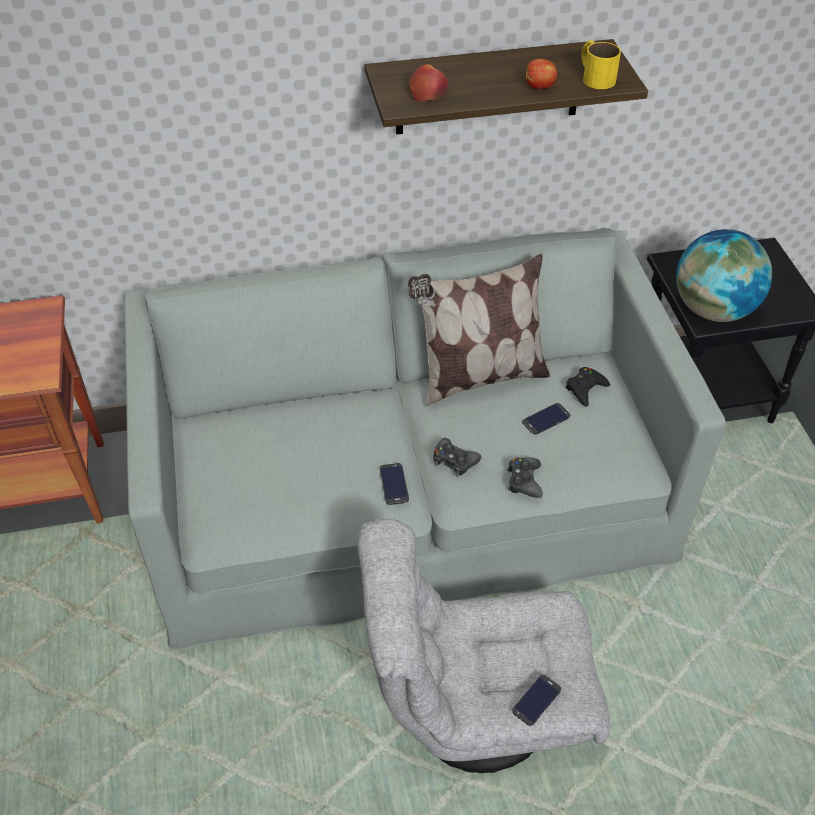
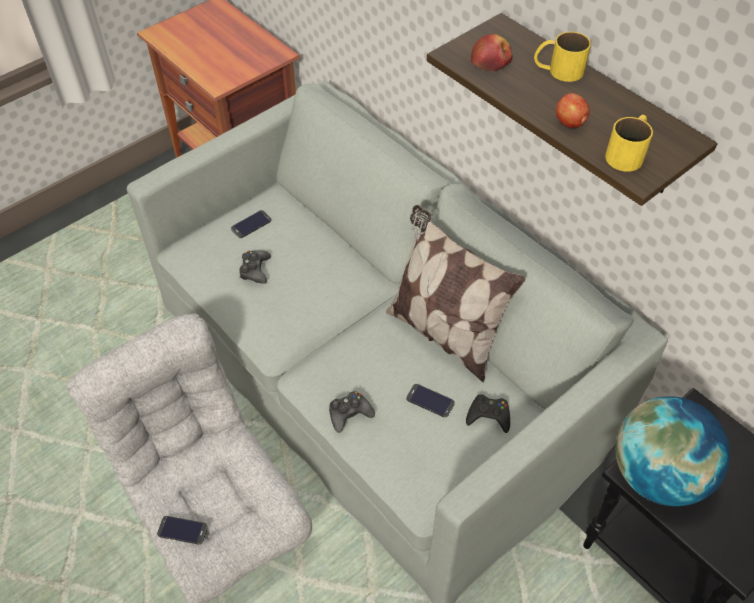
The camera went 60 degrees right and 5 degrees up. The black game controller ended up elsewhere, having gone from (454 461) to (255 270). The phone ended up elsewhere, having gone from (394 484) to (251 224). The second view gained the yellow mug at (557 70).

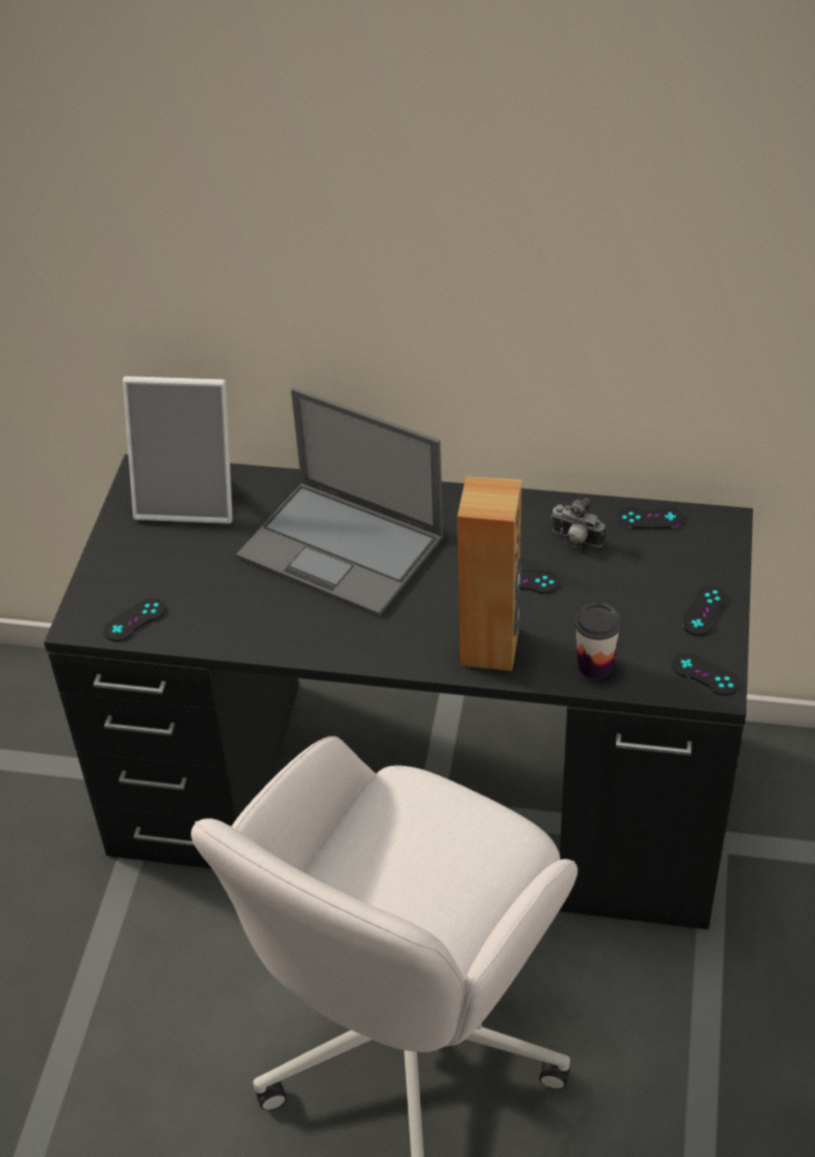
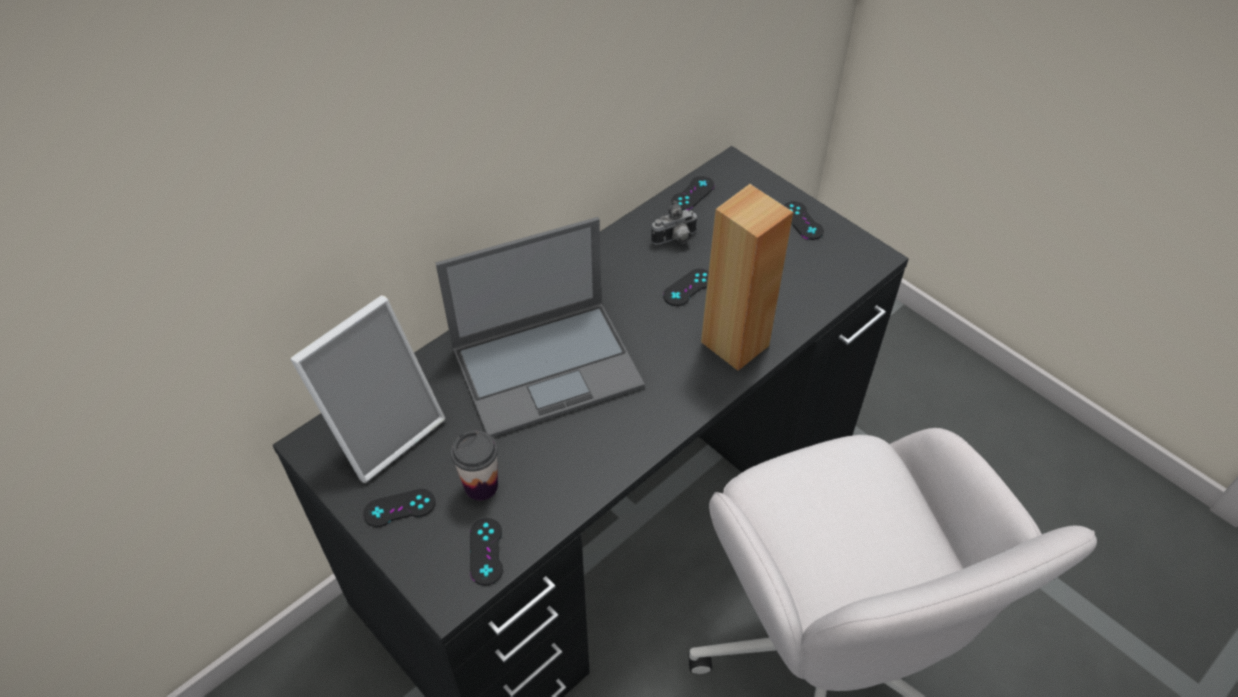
The camera went 55 degrees left and 5 degrees up. The cup ended up elsewhere, having gone from (595 666) to (481 486). The black game controller ended up elsewhere, having gone from (705 674) to (399 508).

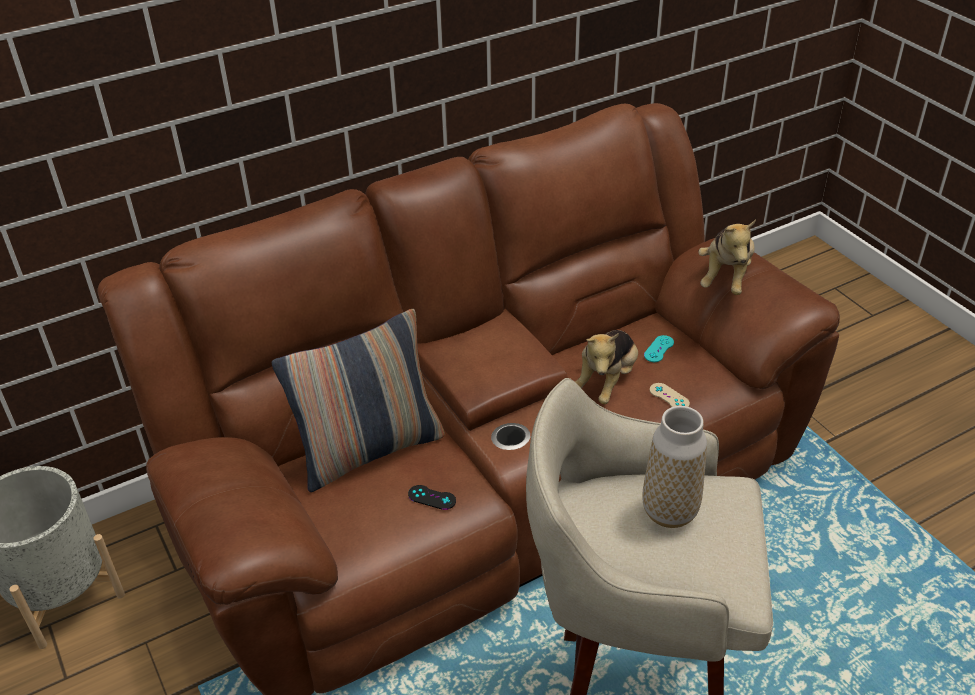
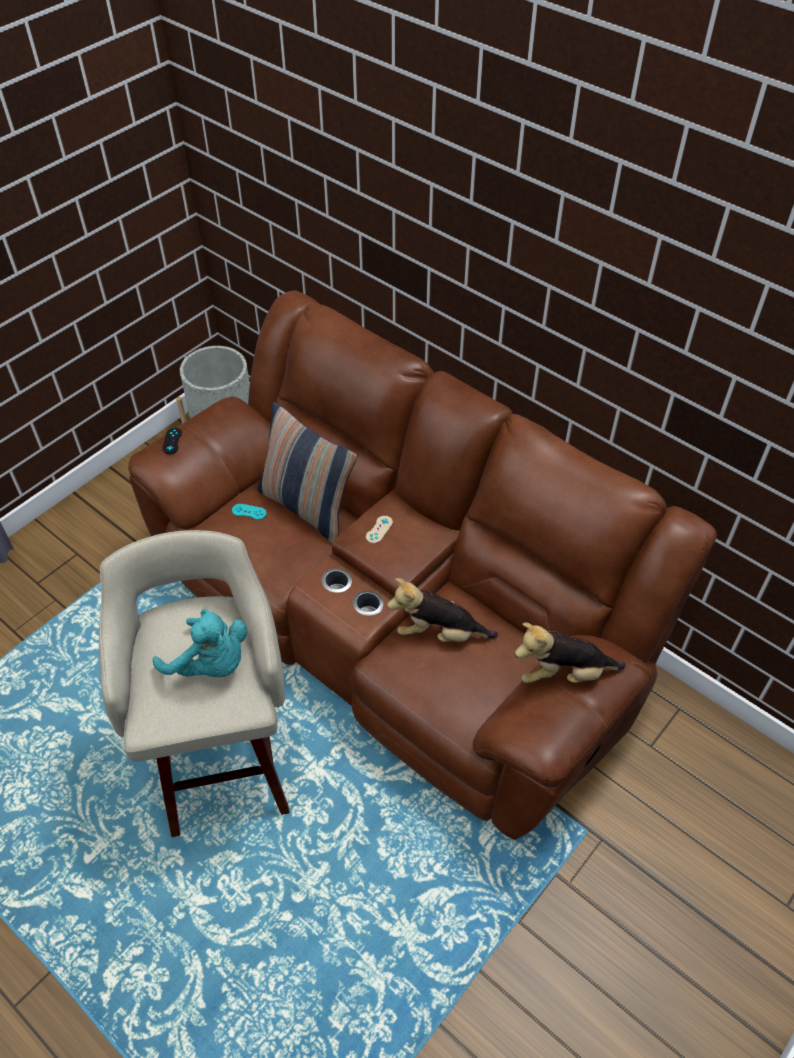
The camera went 70 degrees right and 10 degrees up. The turquoise game controller ended up elsewhere, having gone from (659 349) to (249 512). The beige game controller ended up elsewhere, having gone from (669 397) to (379 529). Where the vase stood at (669 512), the turquoise plush toy came to stand at (210 664). The black game controller ended up elsewhere, having gone from (432 497) to (172 441).

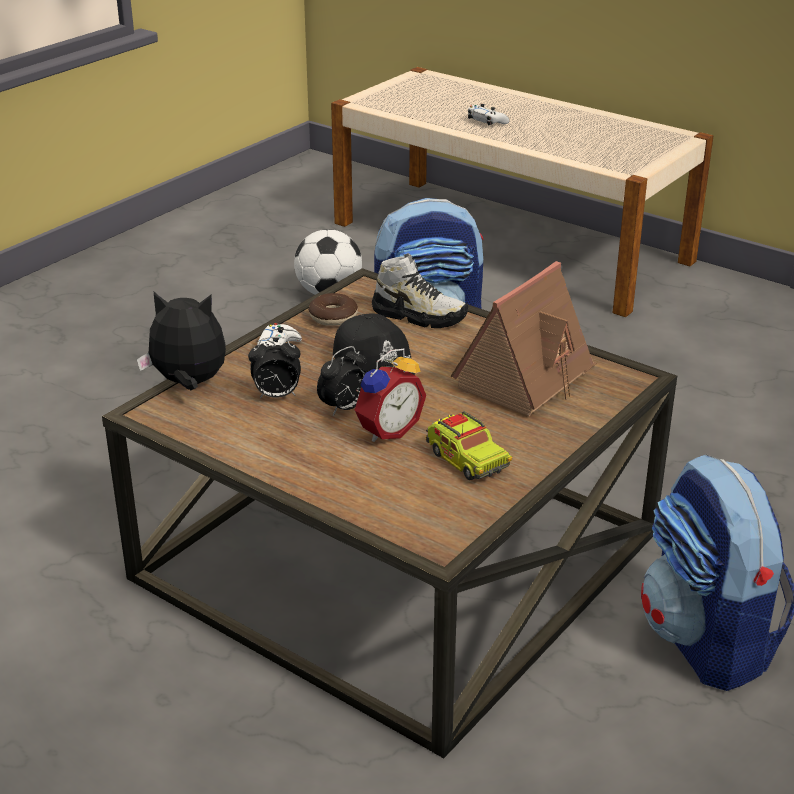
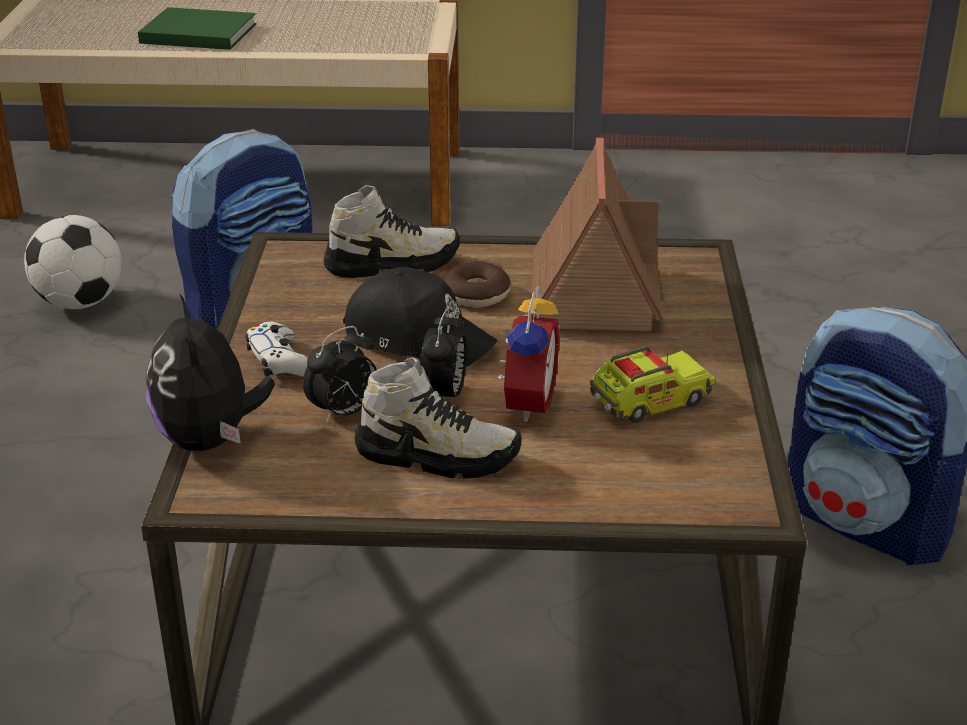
The camera went 35 degrees left and 0 degrees up. Where the white game controller stood at (486 121), the green book came to stand at (195 33). The plush toy at (188 384) ended up facing another way, 75 degrees counterclockwise from before. The donut ended up elsewhere, having gone from (333 317) to (476 295). The toy truck at (466 460) ended up facing another way, 45 degrees counterclockwise from before. The second view gained the shoe at (437 456).

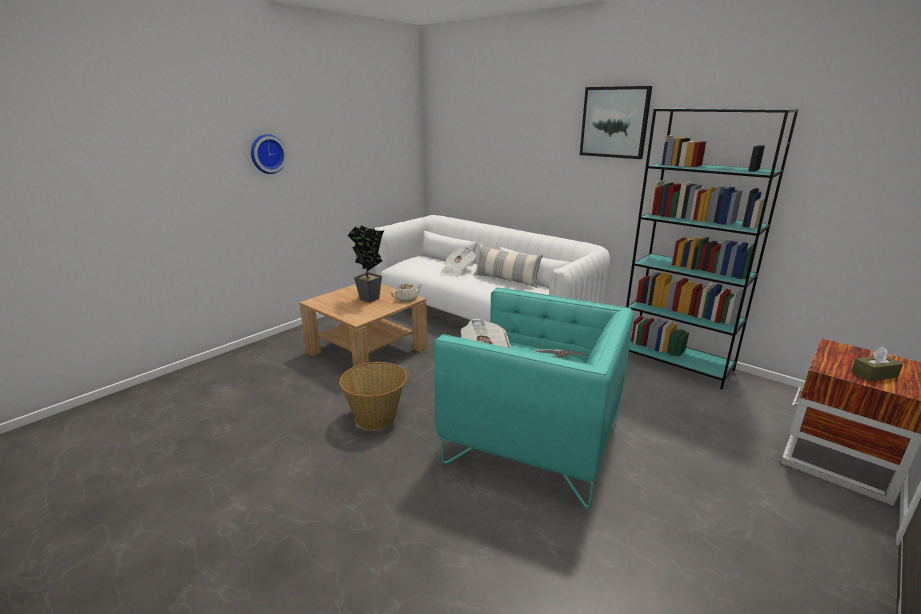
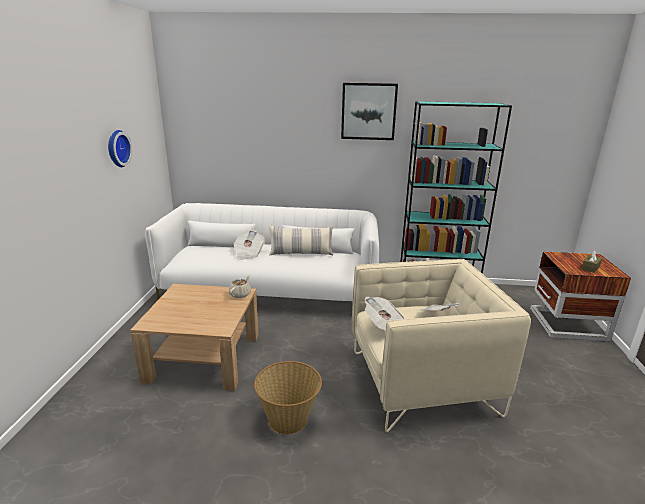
The camera went 35 degrees left and 0 degrees up. The wall clock ended up elsewhere, having gone from (267 154) to (117 148). The second view lost the potted plant at (370 300). What was the turquoise armchair at (532 440) turned into the beige armchair at (421 383).

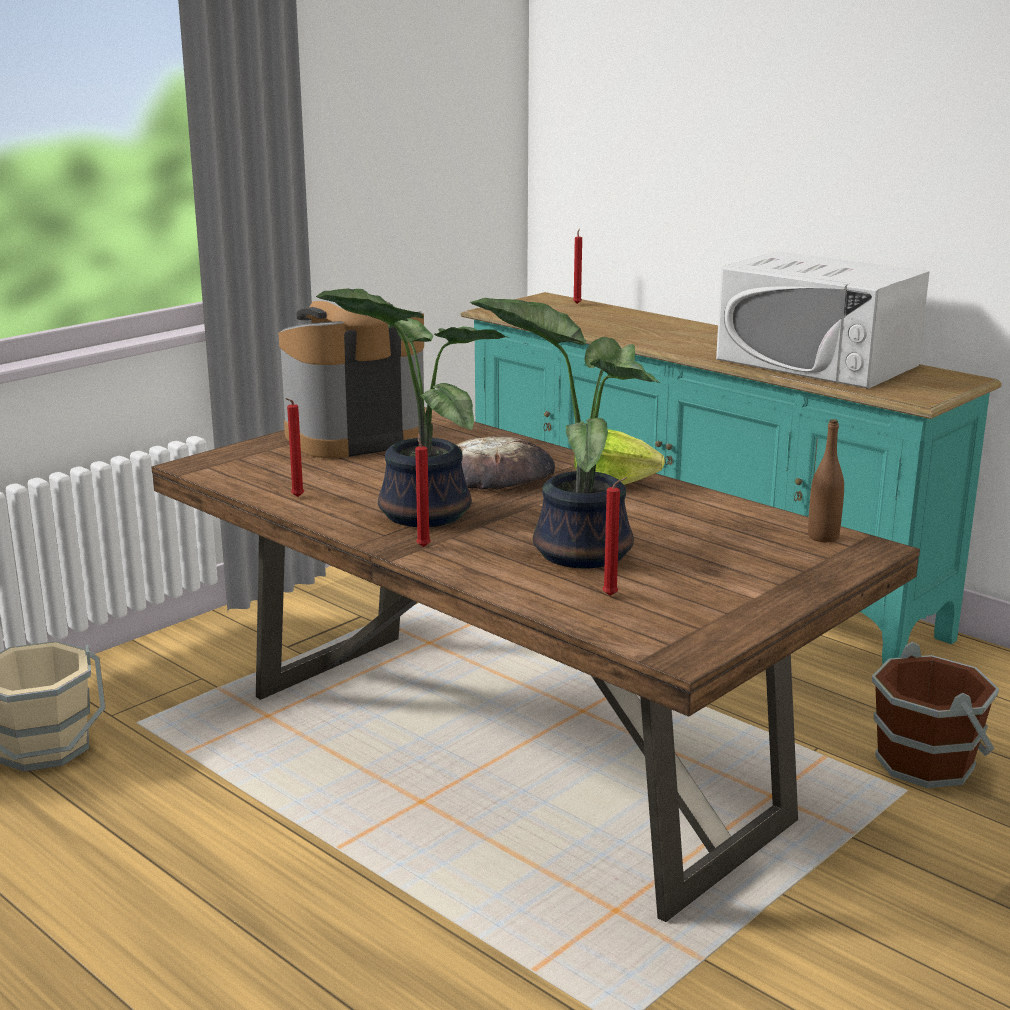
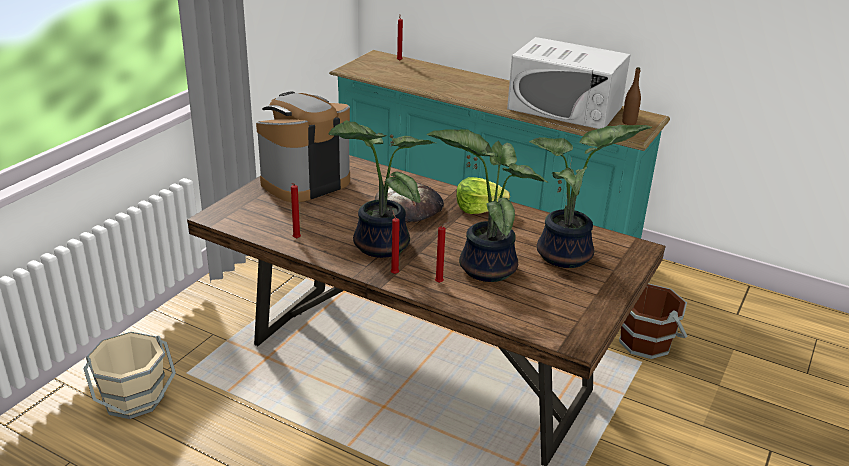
The camera went 15 degrees left and 10 degrees up. The brown bottle ended up elsewhere, having gone from (823 537) to (629 122). The red candle ended up elsewhere, having gone from (612 596) to (440 282). The second view gained the potted plant at (567 257).

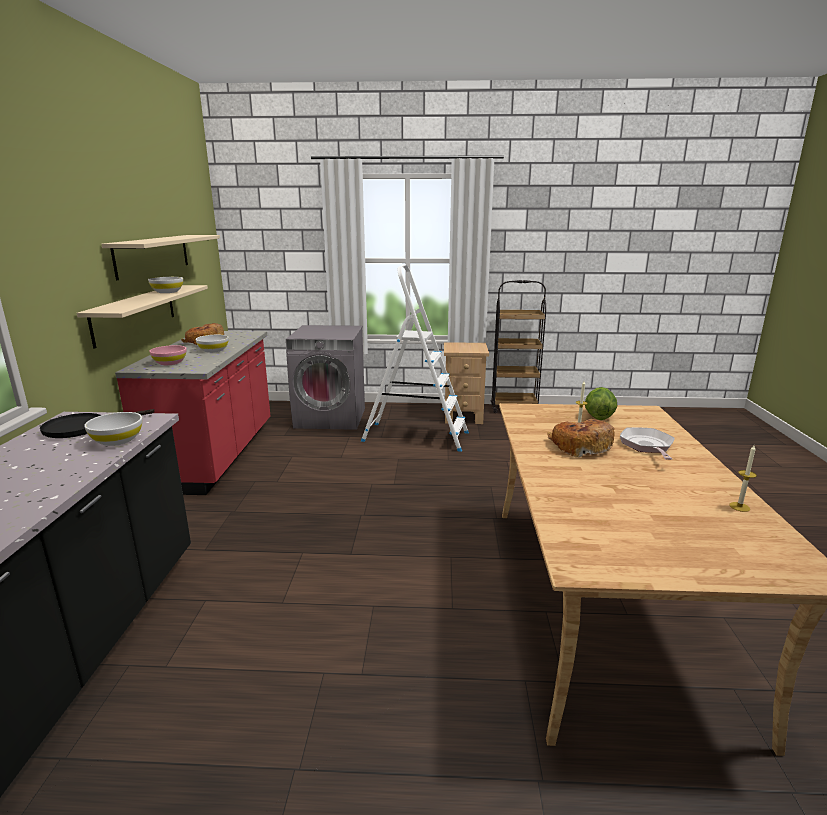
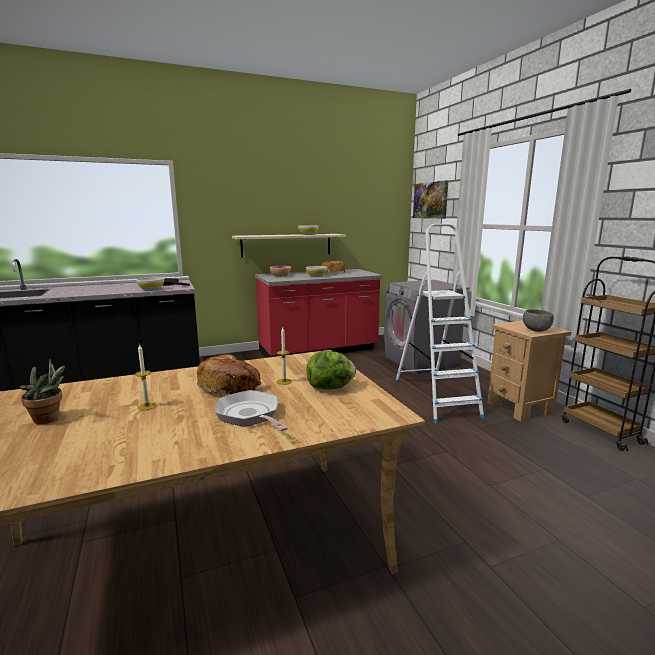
The camera went 65 degrees right and 5 degrees down. The second view lost the beige shelf at (153 255). The frying pan at (647 446) ended up facing another way, 105 degrees counterclockwise from before. The candle ended up elsewhere, having gone from (739 507) to (147 406). The second view gained the picture at (430 200). The second view gained the grey bowl at (536 330). The second view gained the potted plant at (50 419).

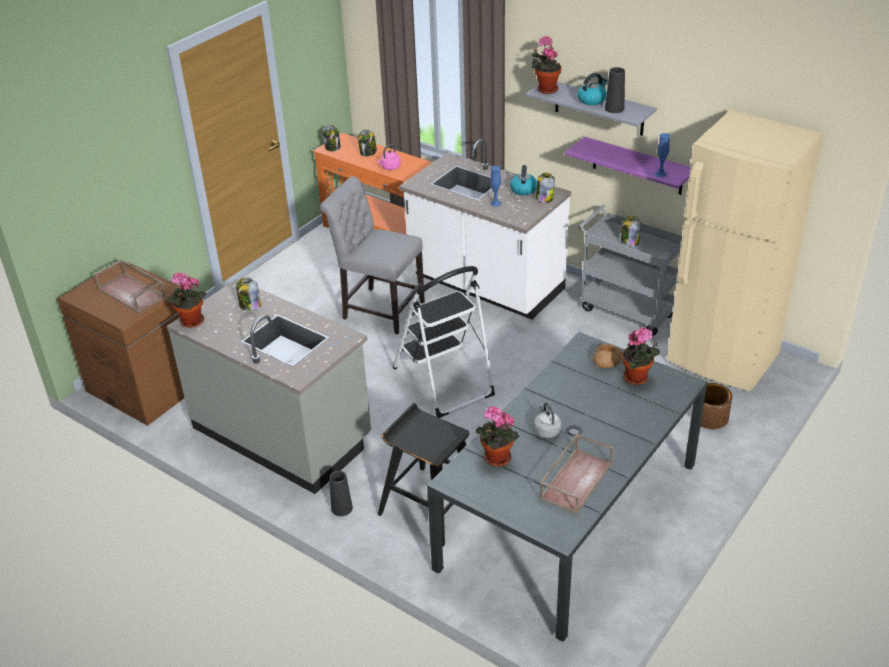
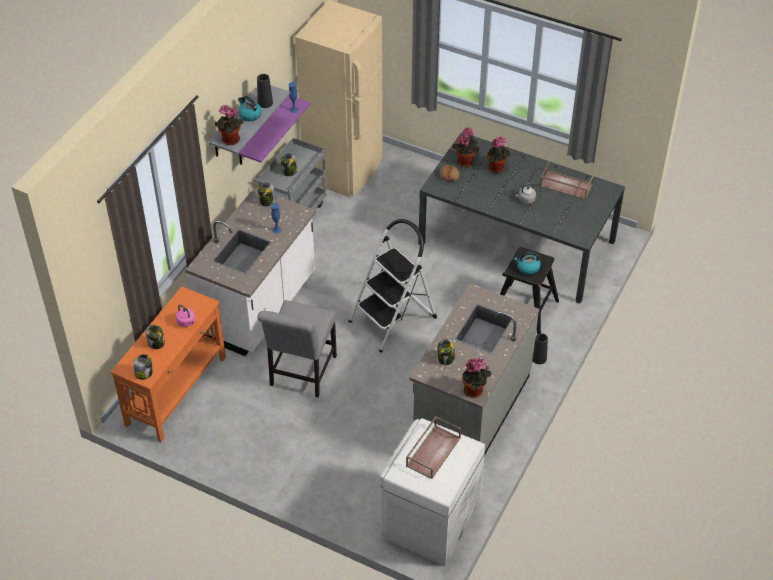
The camera went 100 degrees left and 10 degrees up. The kettle ended up elsewhere, having gone from (523 189) to (527 268). What was the brown washing machine at (147 384) turned into the white washing machine at (428 520). The second view lost the brown planter at (710 418). The potted plant ended up elsewhere, having gone from (495 459) to (497 168).

